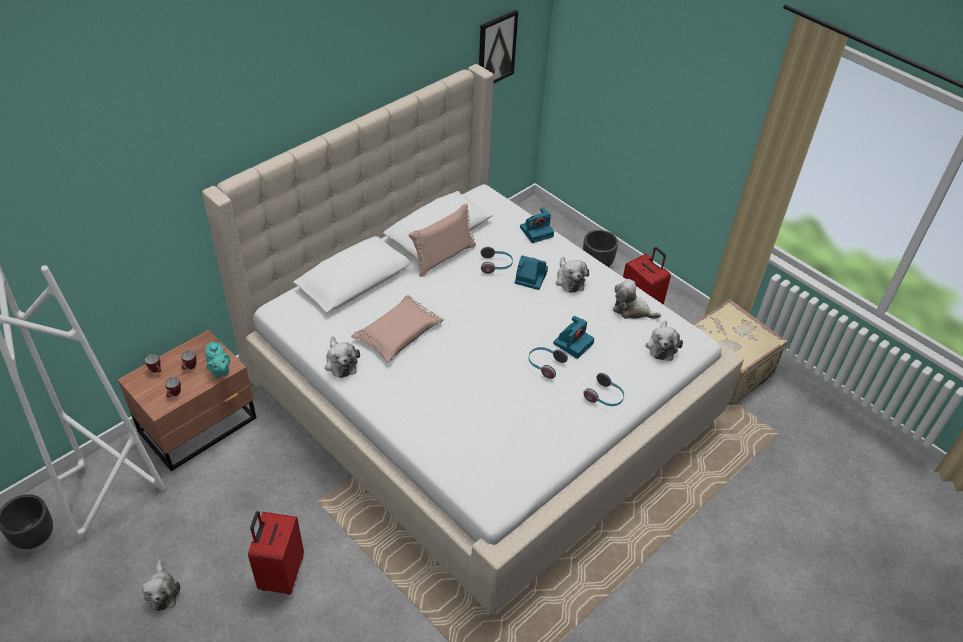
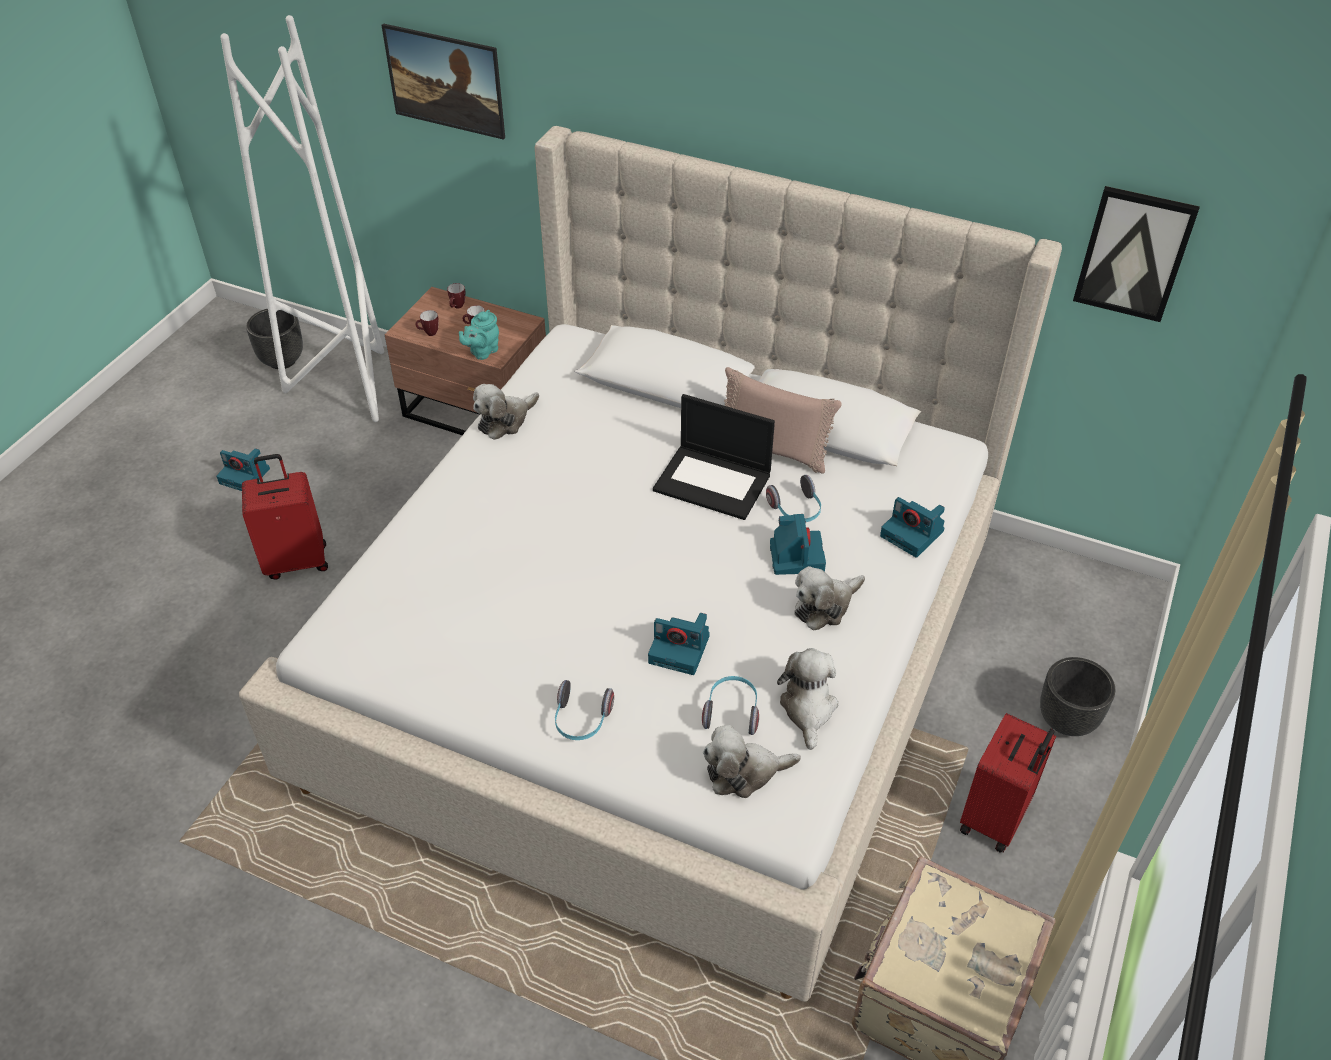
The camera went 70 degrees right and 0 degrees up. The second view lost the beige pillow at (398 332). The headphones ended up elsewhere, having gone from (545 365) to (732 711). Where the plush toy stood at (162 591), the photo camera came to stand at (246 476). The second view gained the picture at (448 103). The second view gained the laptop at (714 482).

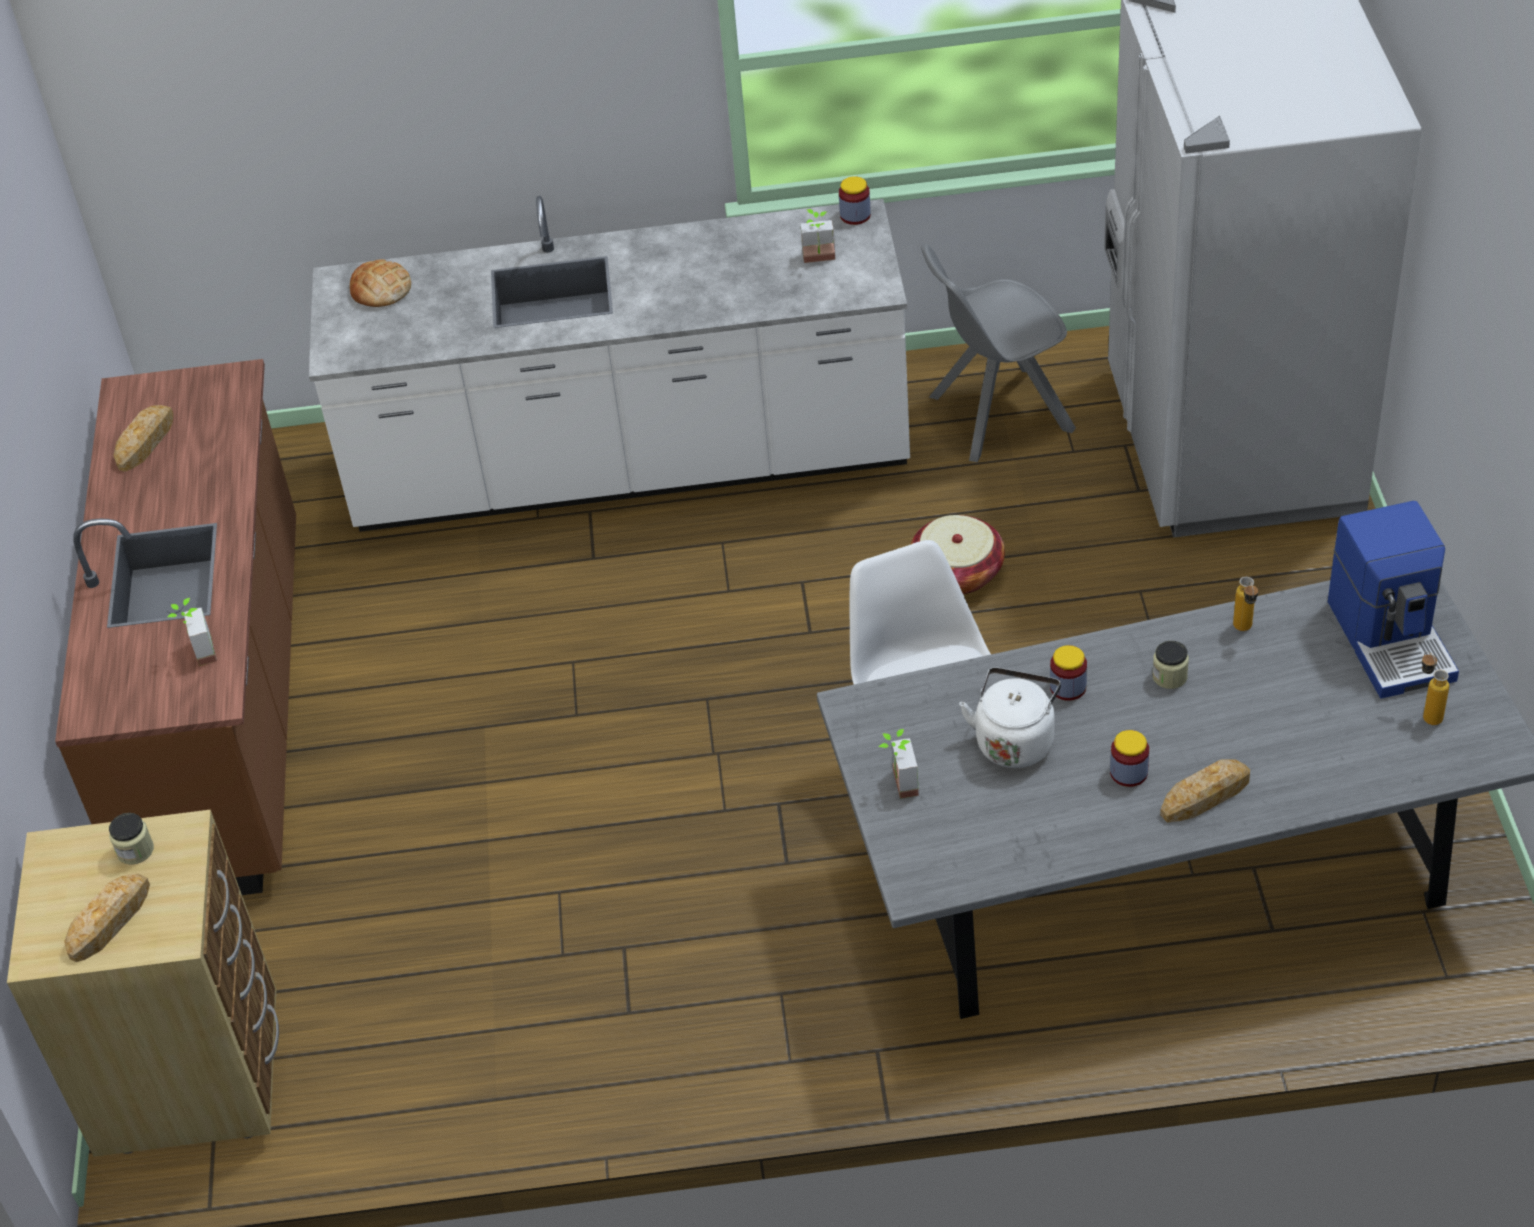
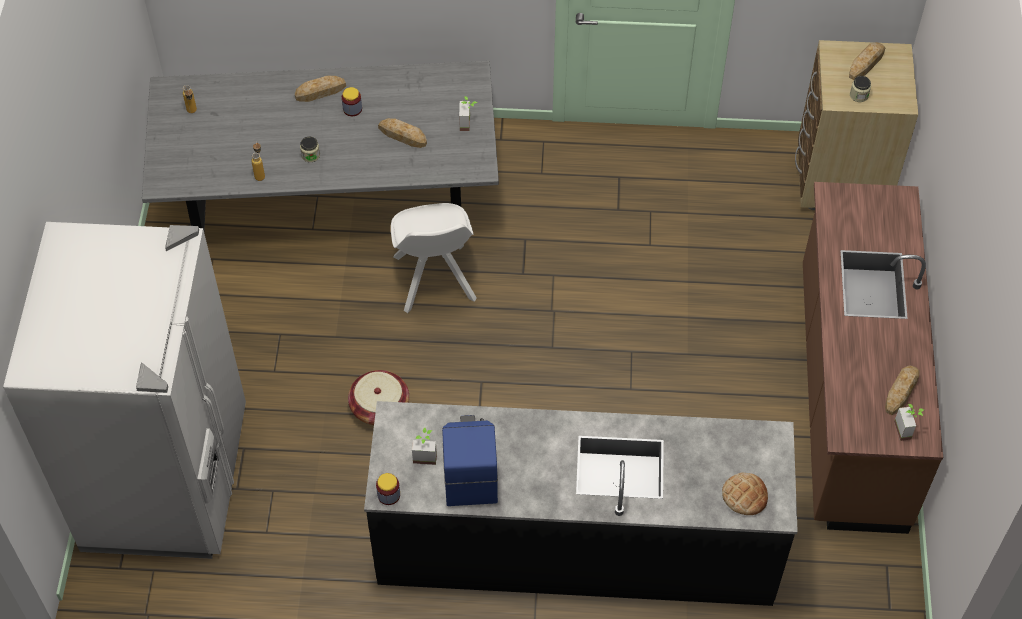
The camera went 175 degrees left and 10 degrees up. What was the white counter at (630 465) turned into the black counter at (576 544). The second view lost the grey chair at (996 414). The coffee machine ended up elsewhere, having gone from (1392 639) to (468 468). The potted plant ended up elsewhere, having gone from (197 653) to (907 429). The second view lost the jar at (1068 687). Where the white kettle stood at (1015 740), the bread came to stand at (402 135).

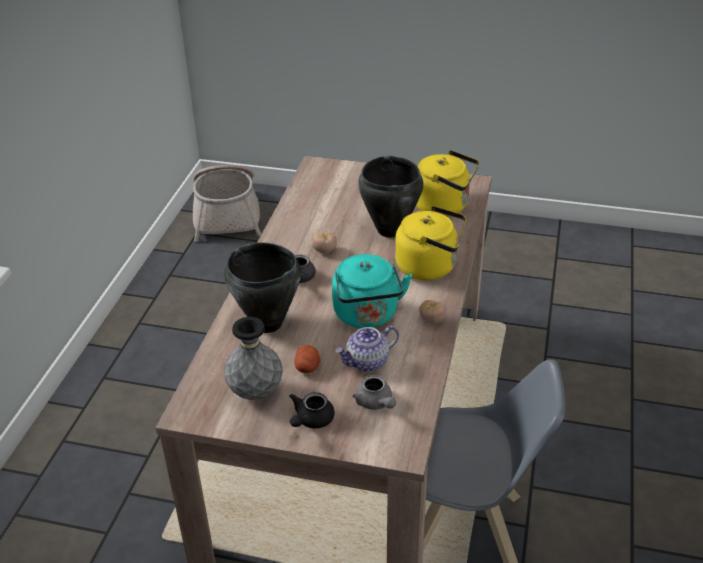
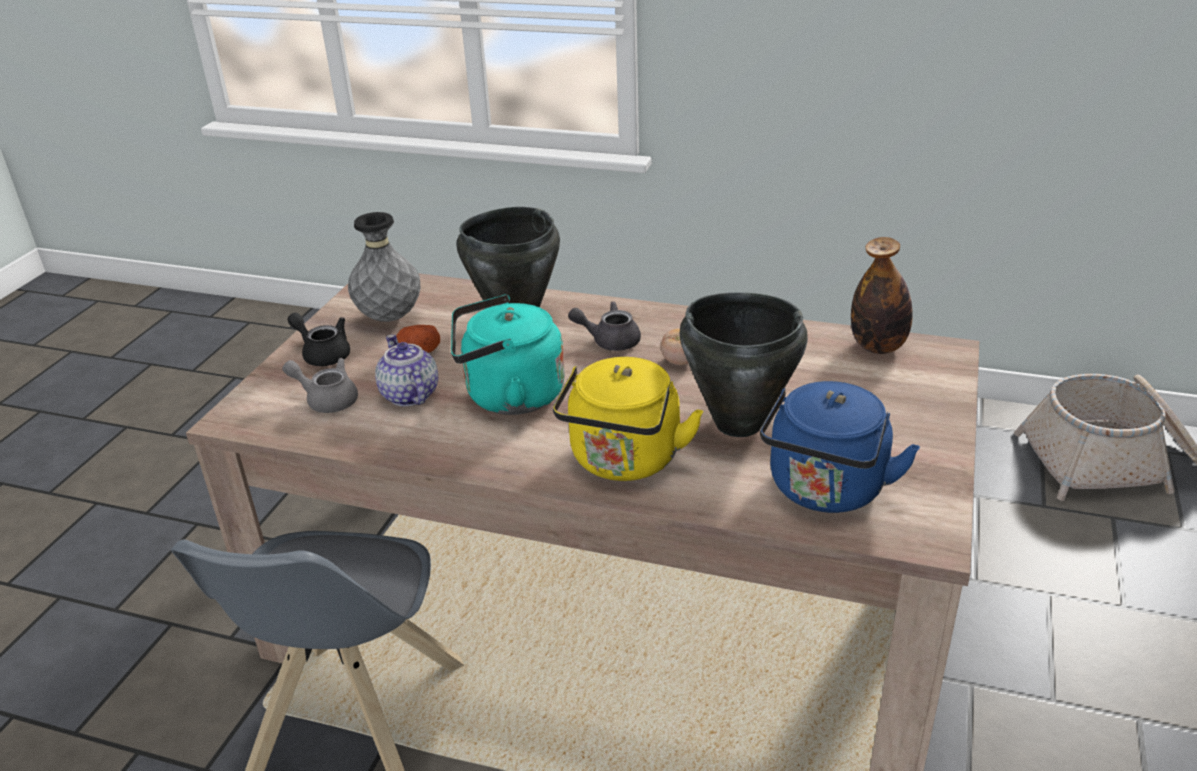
The camera went 95 degrees right and 5 degrees down. What was the yellow kettle at (444 206) turned into the blue kettle at (825 491). The second view lost the tomato at (432 320). The grey teapot at (375 403) ended up facing another way, 45 degrees clockwise from before. The second view gained the bottle at (878 347).

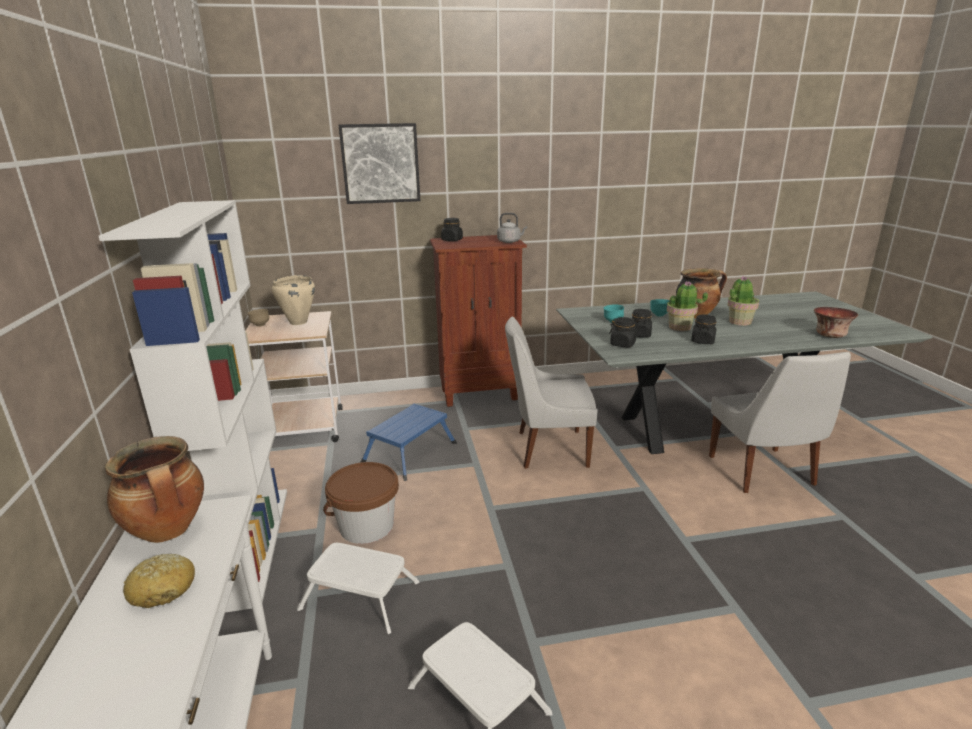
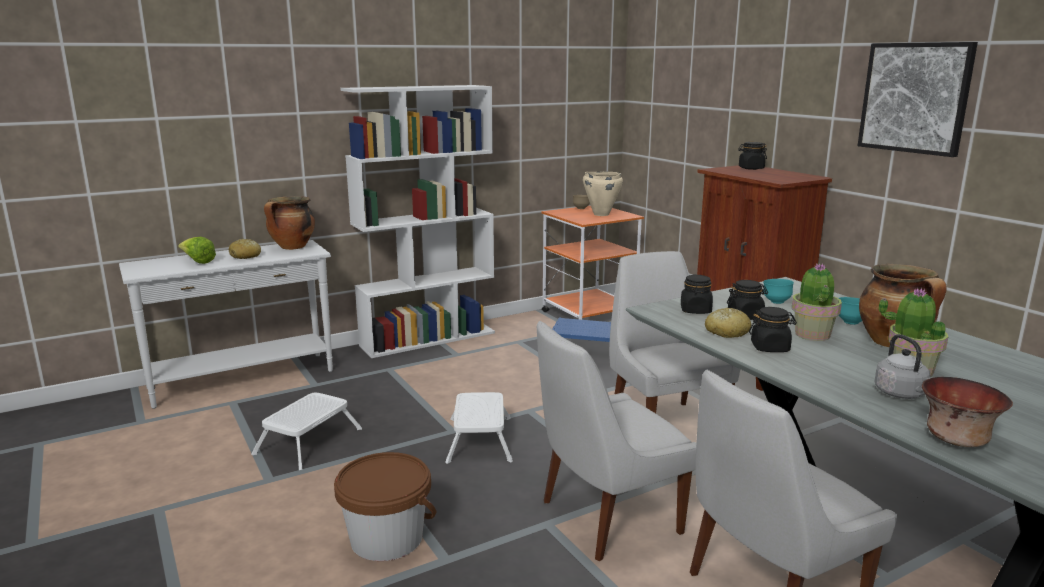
The camera went 70 degrees right and 5 degrees down. The picture ended up elsewhere, having gone from (380 163) to (915 98). The grey kettle ended up elsewhere, having gone from (510 242) to (901 394). What was the beige cart at (304 426) turned into the orange cart at (590 315). The brown bucket ended up elsewhere, having gone from (366 526) to (387 538). The white step ladder ended up elsewhere, having gone from (359 596) to (479 439). The second view gained the lettuce at (198 262). The second view gained the bread at (726 332). The second view gained the white chair at (605 518).

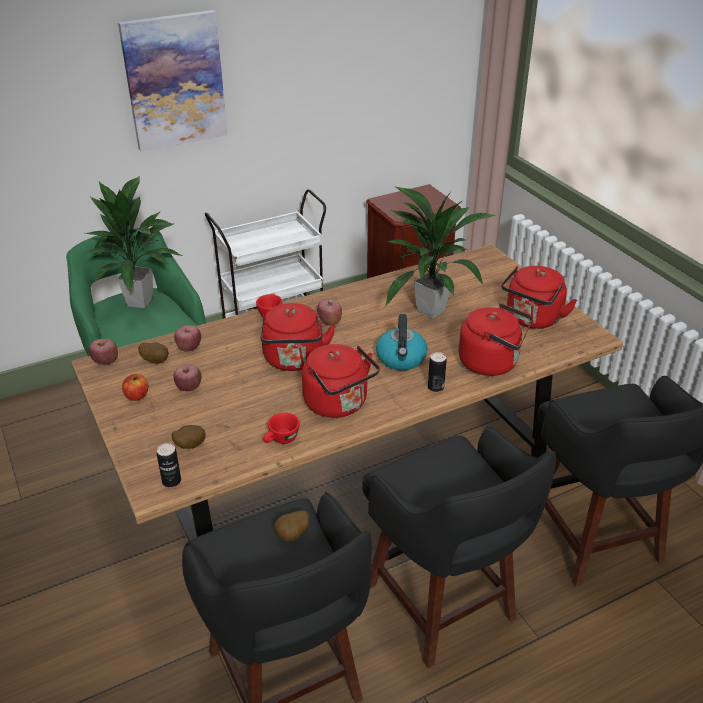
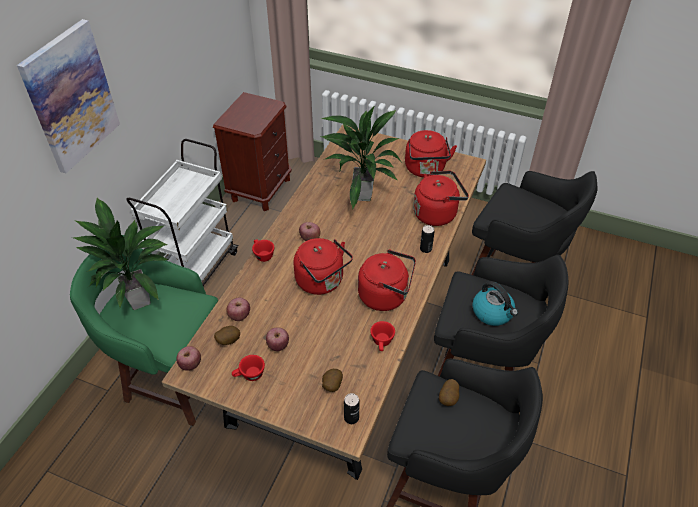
The camera went 40 degrees left and 10 degrees up. The kettle ended up elsewhere, having gone from (401 359) to (493 313). Where the apple stood at (136 396), the red cup came to stand at (249 375).

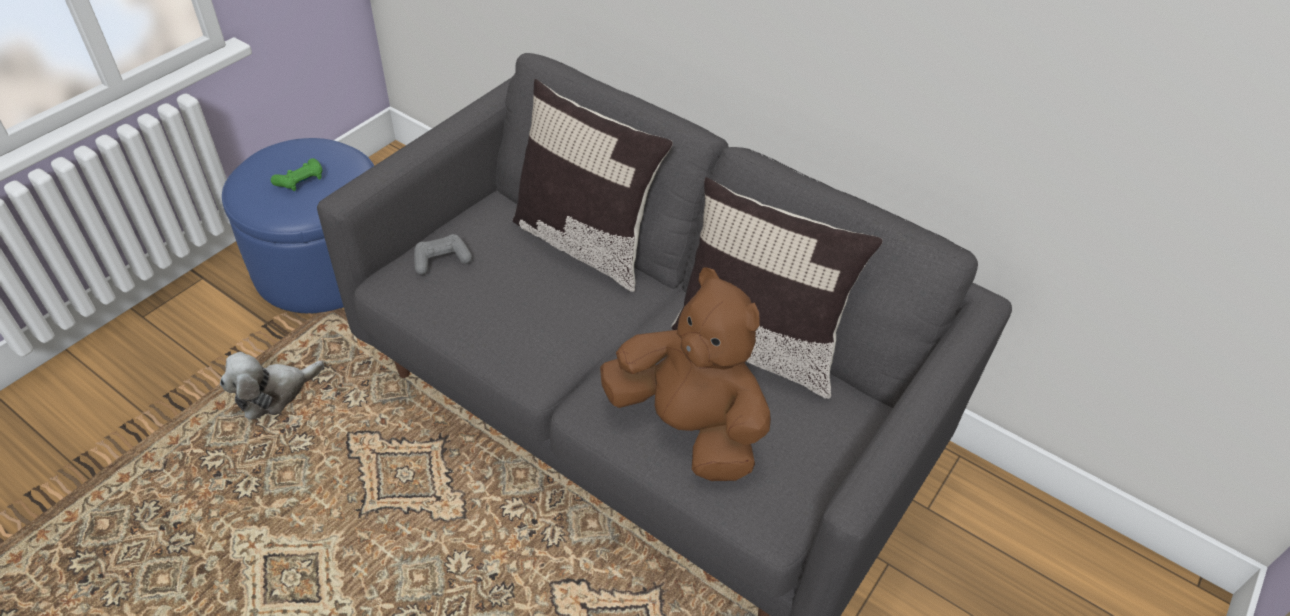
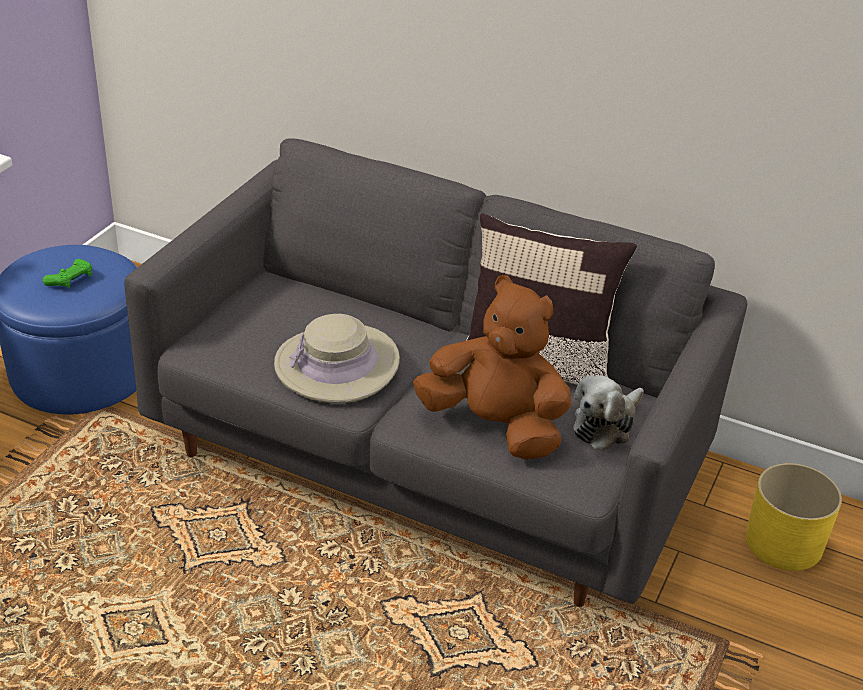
The camera went 10 degrees left and 10 degrees down. The second view lost the pillow at (585 244). The second view lost the grey game controller at (441 260). The plush toy ended up elsewhere, having gone from (274 394) to (605 425). The second view gained the beige hat at (337 364). The second view gained the yellow planter at (784 543).

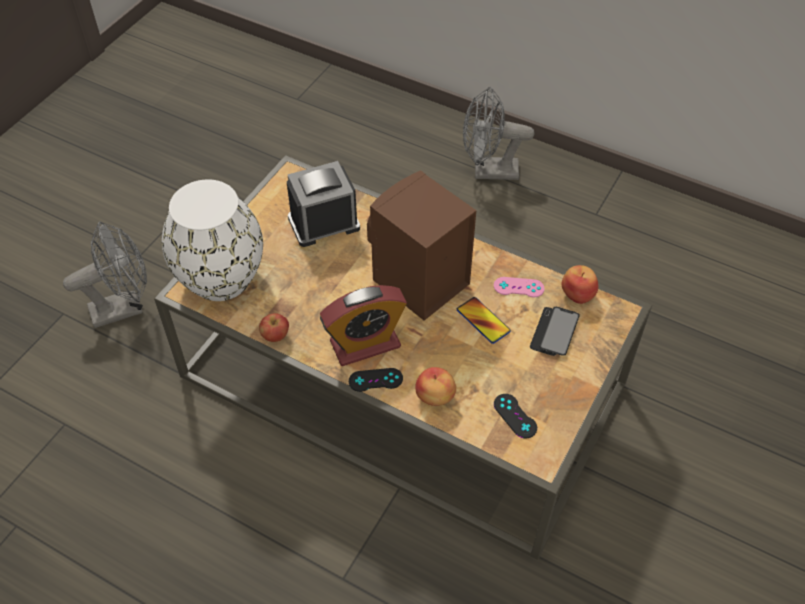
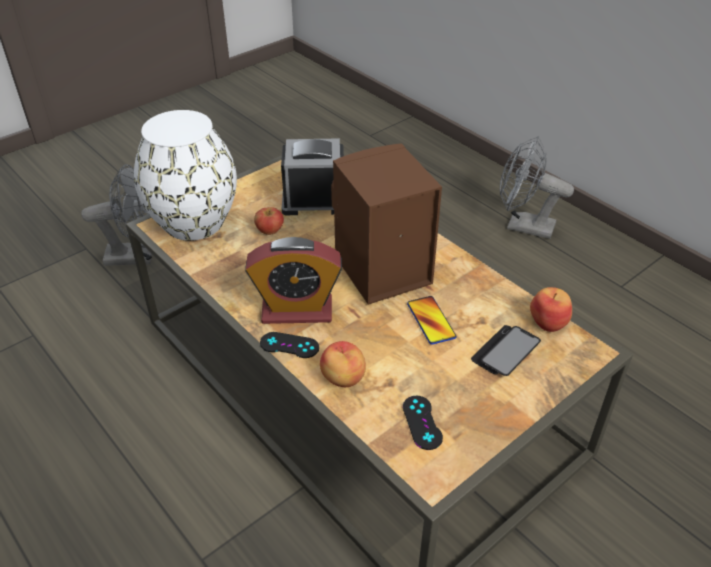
The camera went 20 degrees right and 10 degrees down. The second view lost the pink game controller at (518 287). The apple ended up elsewhere, having gone from (275 336) to (269 231).

